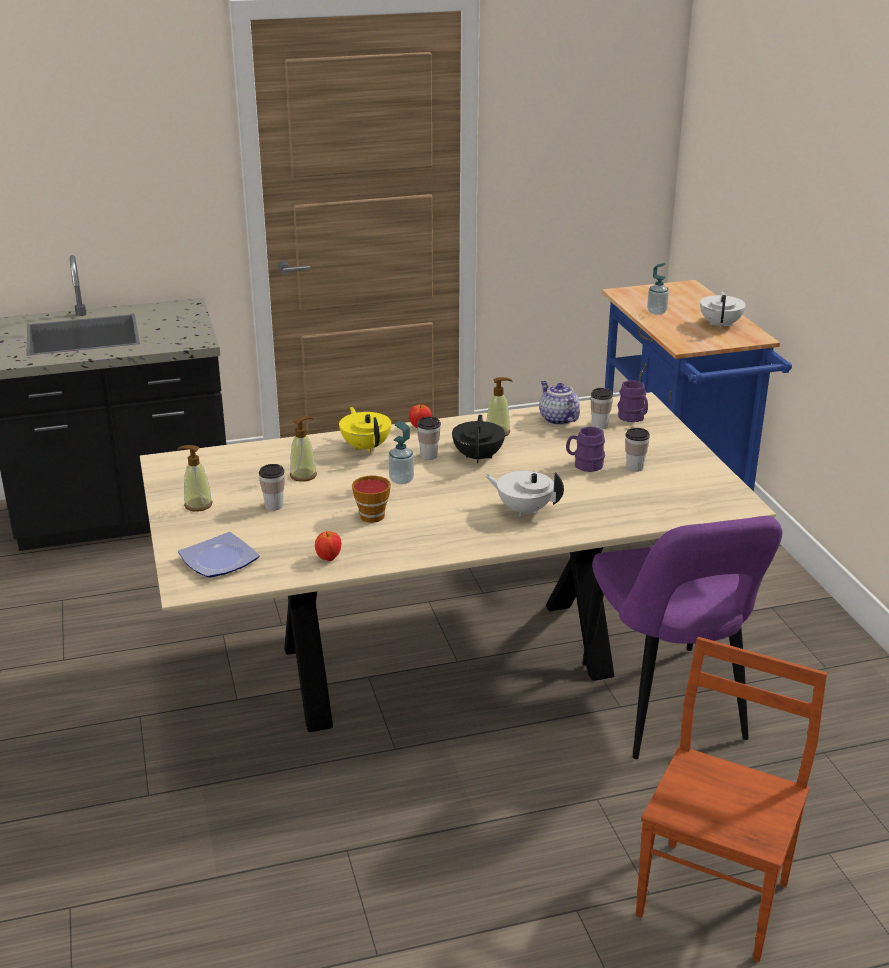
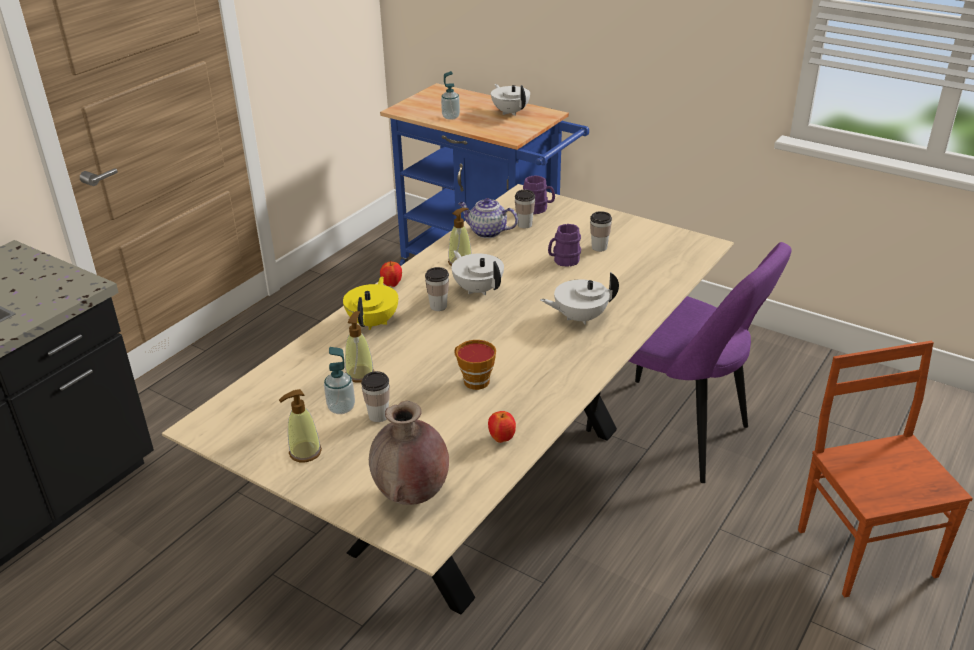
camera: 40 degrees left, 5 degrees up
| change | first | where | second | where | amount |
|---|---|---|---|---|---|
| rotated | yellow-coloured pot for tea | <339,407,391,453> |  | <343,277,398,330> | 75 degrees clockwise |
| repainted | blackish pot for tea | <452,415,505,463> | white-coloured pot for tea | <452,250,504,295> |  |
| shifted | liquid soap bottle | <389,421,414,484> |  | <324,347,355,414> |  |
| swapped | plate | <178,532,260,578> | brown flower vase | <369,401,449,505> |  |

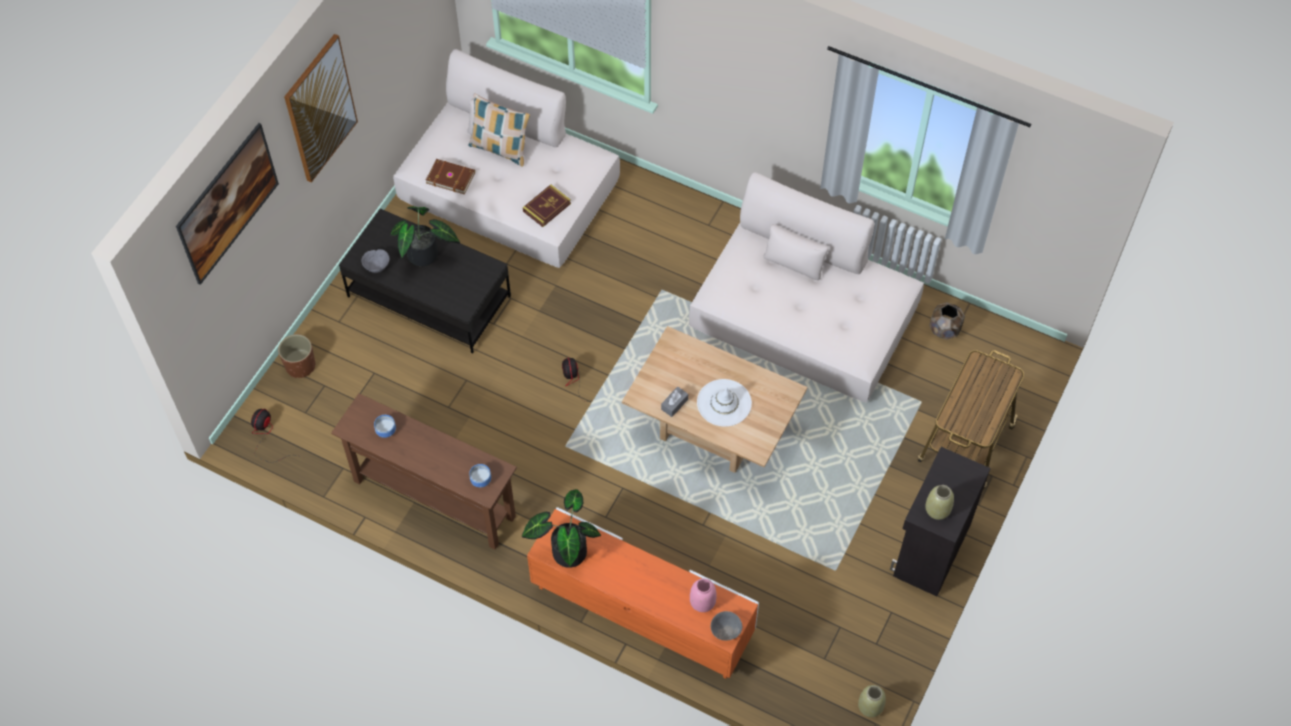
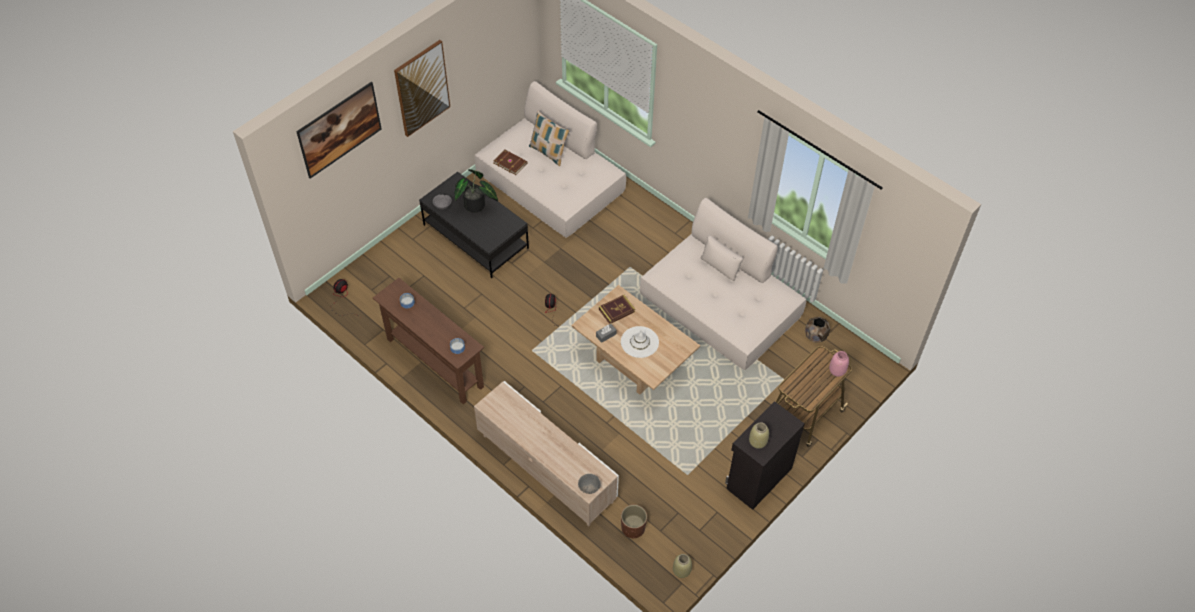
camera: 15 degrees right, 5 degrees down
| change | first | where | second | where | amount |
|---|---|---|---|---|---|
| shifted | book | <523,184,571,227> |  | <599,295,635,324> |  |
| shifted | brown flower pot | <278,334,315,378> |  | <621,505,647,538> |  |
| gone | plant in a pot | <522,489,601,568> |  |  |  |
| repainted | orange-coloured media console | <527,507,759,679> | beige-coloured media console | <474,381,619,527> |  |
| shifted | pink flower vase | <690,579,717,612> |  | <829,351,849,377> |  |

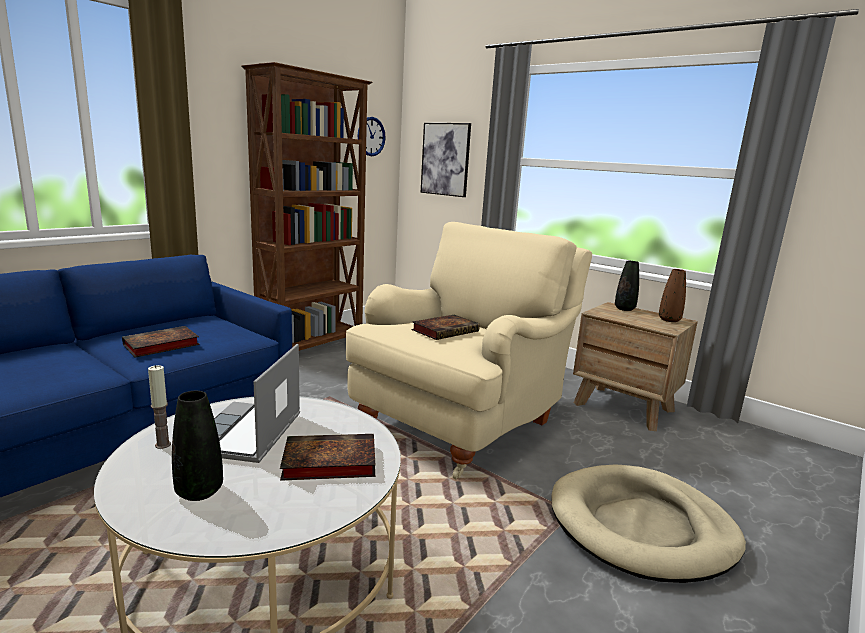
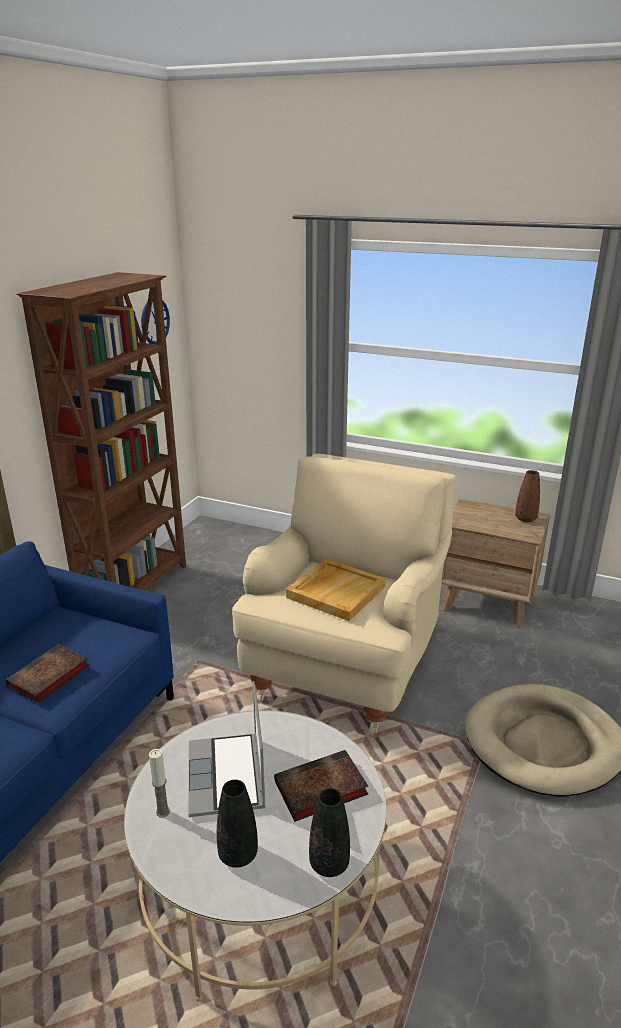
camera: 15 degrees left, 10 degrees up
| change | first | where | second | where | amount |
|---|---|---|---|---|---|
| gone | wall picture | <421,123,471,197> |  |  |  |
| shifted | blackish flower vase | <615,261,639,311> |  | <309,788,350,877> |  |
| swapped | book | <411,315,480,340> | beige-coloured tray | <286,559,386,621> |  |

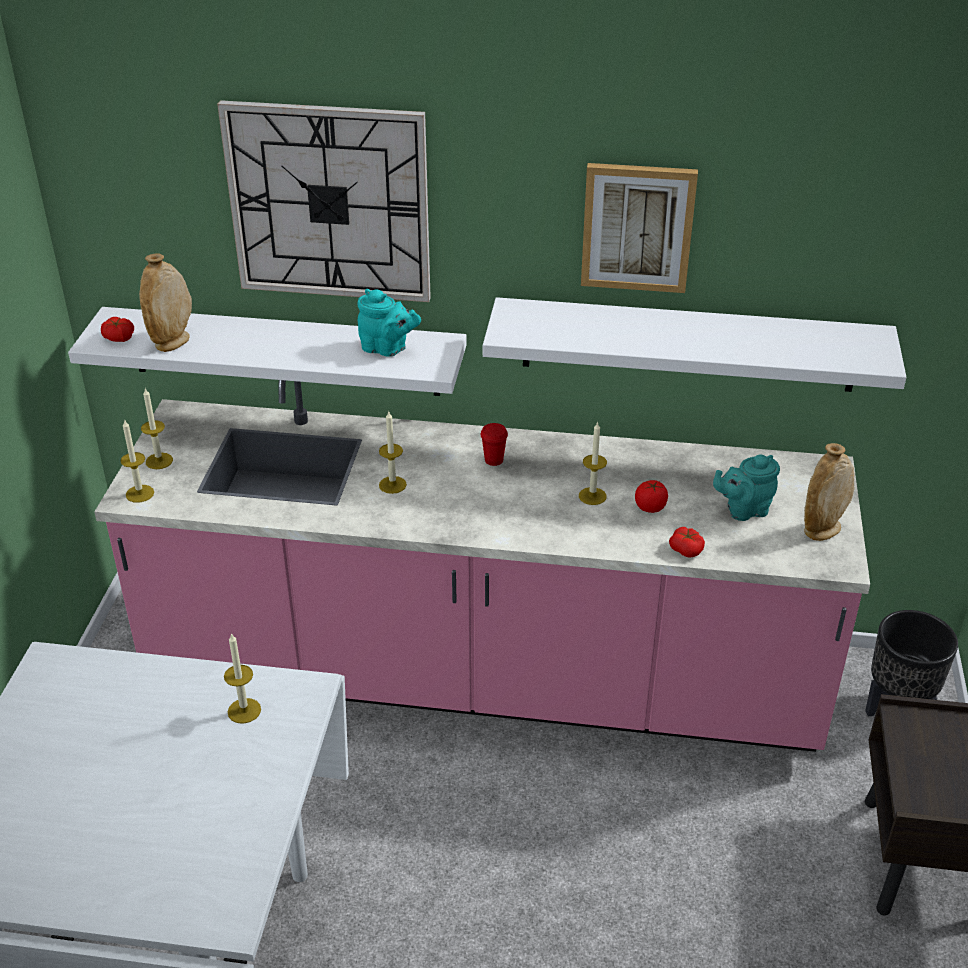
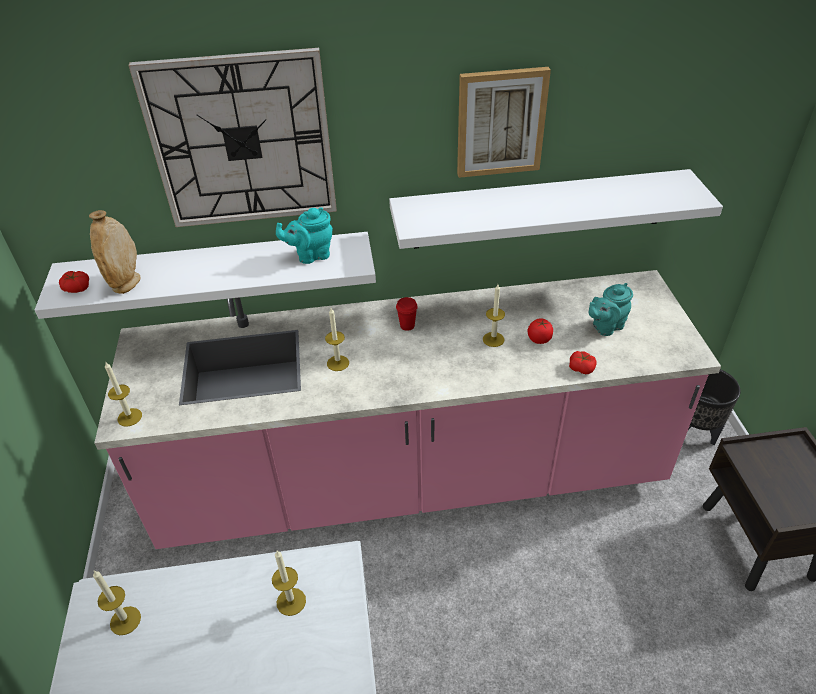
camera: 15 degrees left, 5 degrees up
| change | first | where | second | where | amount |
|---|---|---|---|---|---|
| rotated | blue-green pot for tea | <358,289,421,357> |  | <276,207,333,264> | 150 degrees clockwise |
| shifted | wax candle | <141,388,173,469> |  | <93,571,141,635> |  |
| gone | beige-coloured flower vase | <804,443,854,541> |  |  |  |

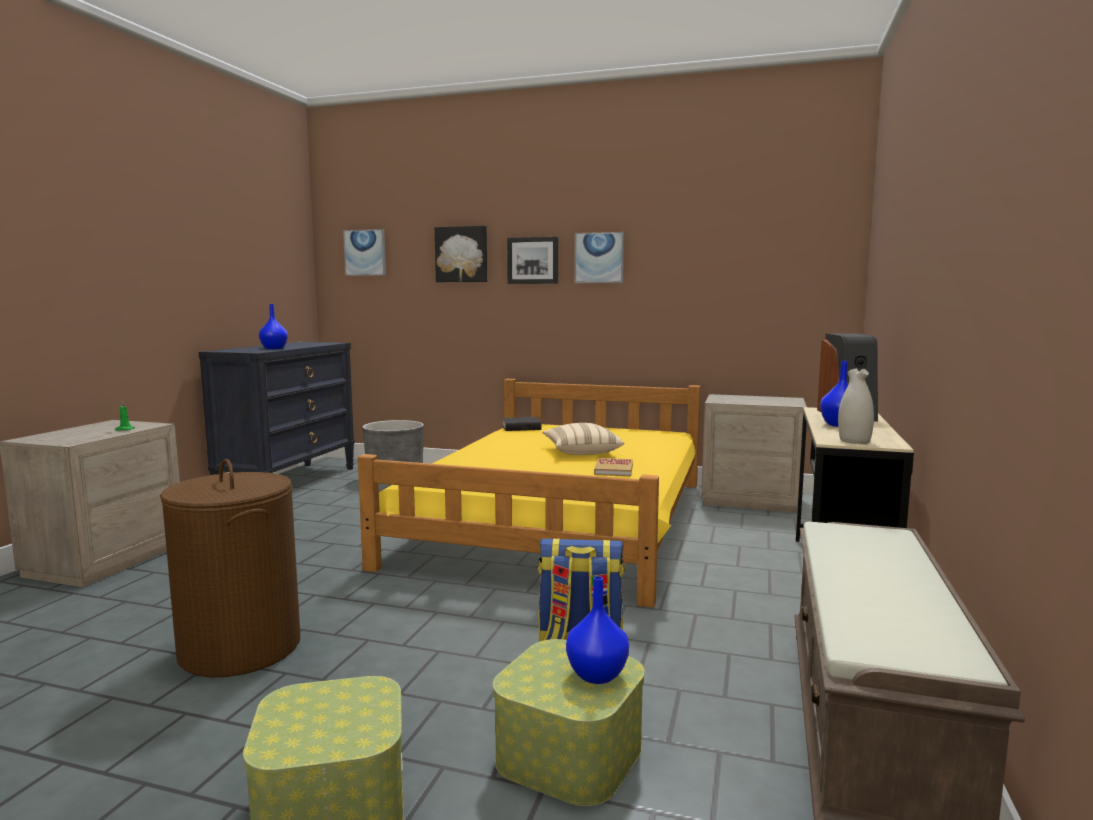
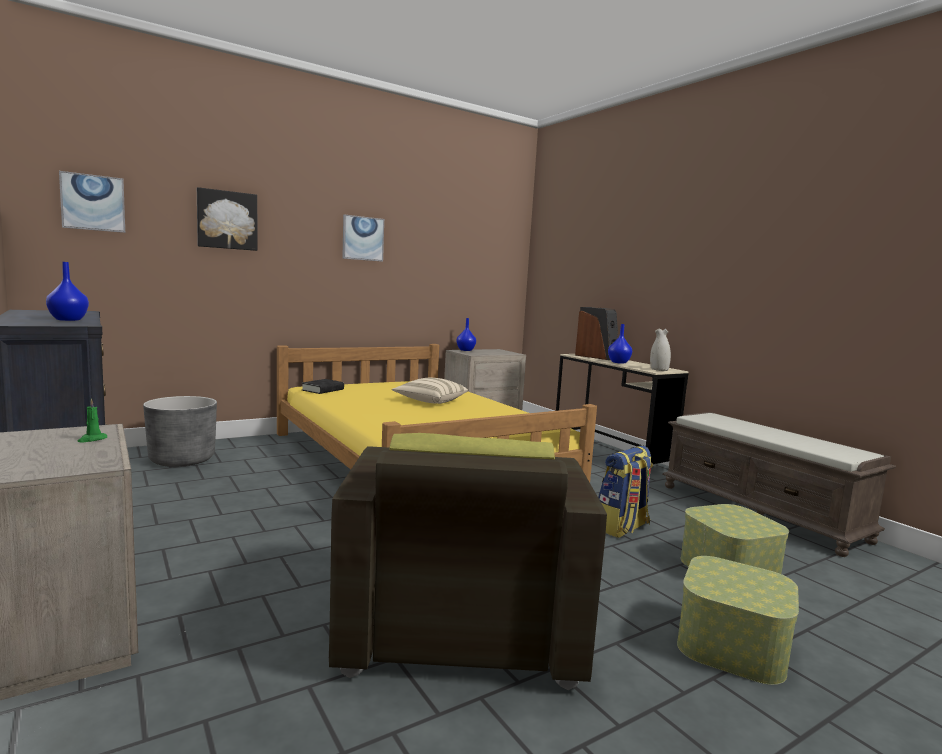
camera: 50 degrees left, 0 degrees up
| change | first | where | second | where | amount |
|---|---|---|---|---|---|
| gone | wall picture | <507,237,558,284> |  |  |  |
| gone | book | <594,458,633,476> |  |  |  |
| swapped | brown washing basket | <160,459,300,677> | brown easy chair | <329,433,607,690> |  |
| shifted | blue-coloured flower vase | <566,576,629,684> |  | <456,318,476,351> |  |

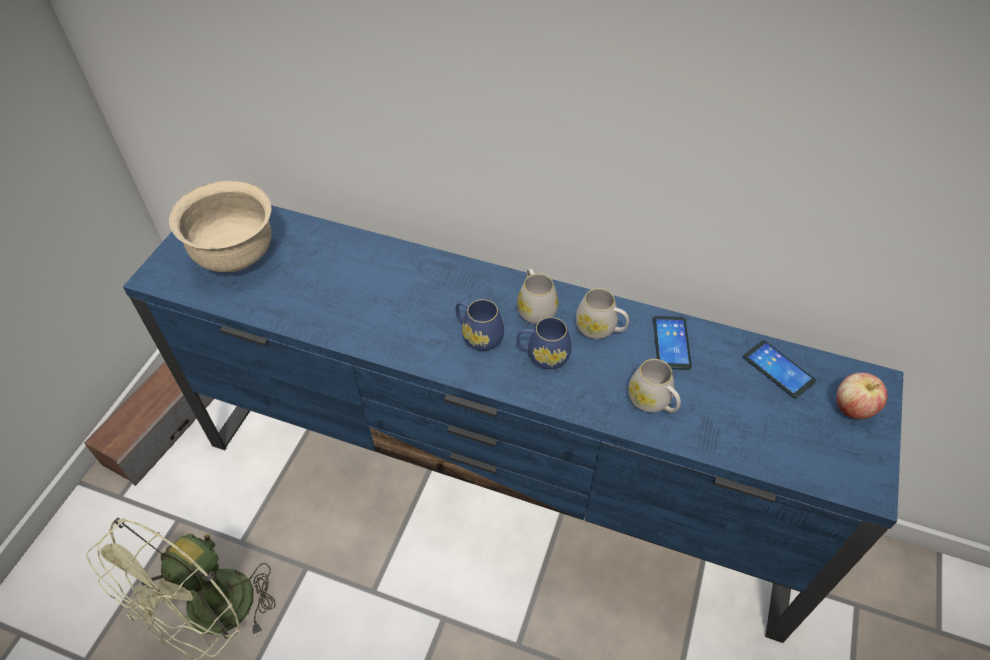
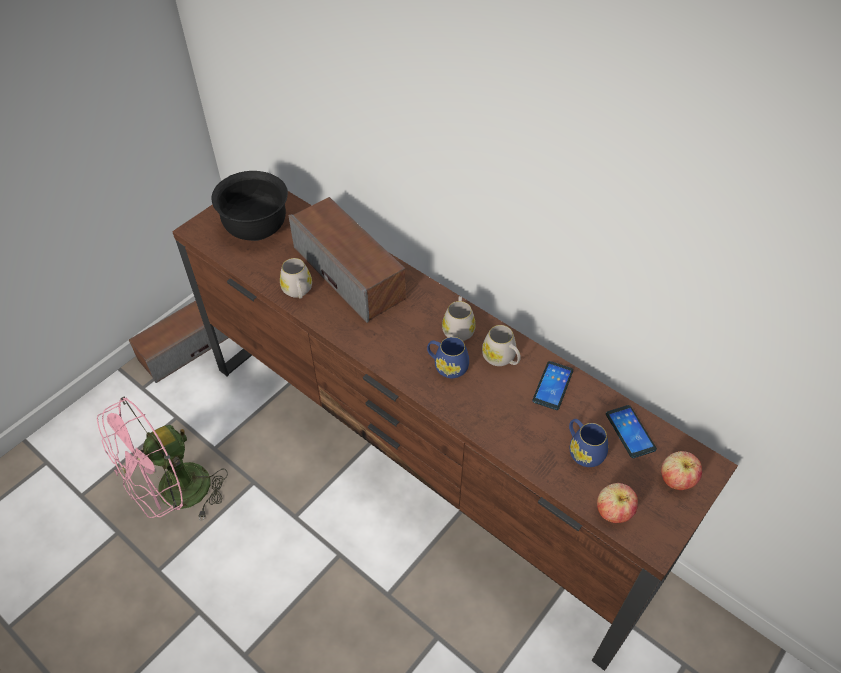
camera: 20 degrees right, 0 degrees up
| change | first | where | second | where | amount |
|---|---|---|---|---|---|
| repainted | beige-coloured bowl | <169,181,271,272> | blackish bowl | <211,171,288,241> |  |
| repainted | blue-coloured media console | <123,205,904,643> | brown media console | <172,191,738,671> |  |
| shifted | blue-coloured coffee mug | <455,299,504,351> |  | <569,419,608,467> |  |
| shifted | white-coloured coffee mug | <628,359,681,413> |  | <280,258,312,298> |  |
| repainted | greenish cooling fan | <86,517,276,660> | pink cooling fan | <97,396,228,521> |  |
| new |  |  | audio speaker | <289,197,406,323> |  |
| new |  |  | apple fruit | <597,483,638,523> |  |

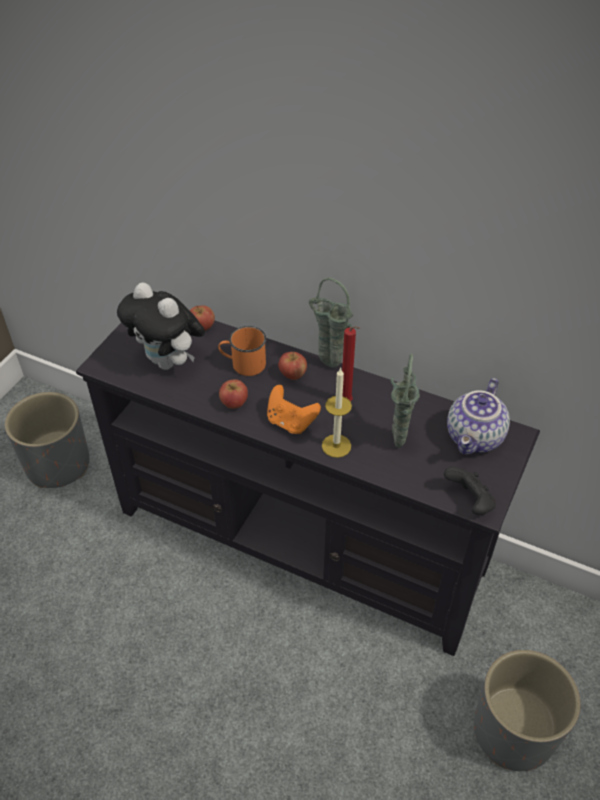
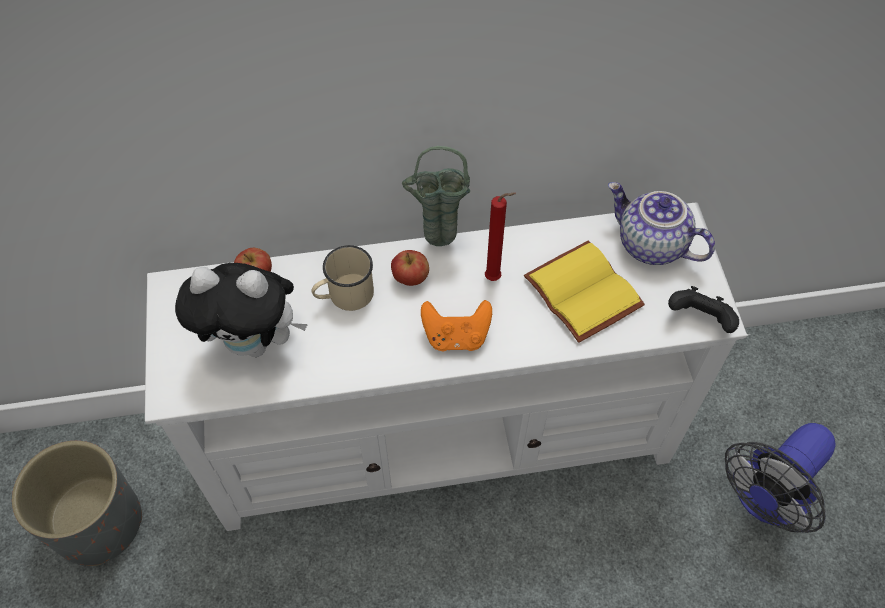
camera: 35 degrees left, 10 degrees up
| change | first | where | second | where | amount |
|---|---|---|---|---|---|
| repainted | blackish media console | <76,320,540,656> | white-coloured media console | <145,202,749,531> |  |
| repainted | orange-coloured coffee mug | <218,326,266,376> | beige-coloured coffee mug | <311,245,374,311> |  |
| swapped | greenish flower vase | <391,353,420,448> | yellow-coloured book | <524,241,645,343> |  |
| gone | wax candle | <322,367,352,458> |  |  |  |
| rotated | pot for tea | <447,378,510,455> |  | <608,182,715,265> | 135 degrees clockwise |
| gone | apple fruit | <219,379,248,409> |  |  |  |
| swapped | greyish flower pot | <474,650,580,771> | cooling fan | <725,423,836,533> |  |

